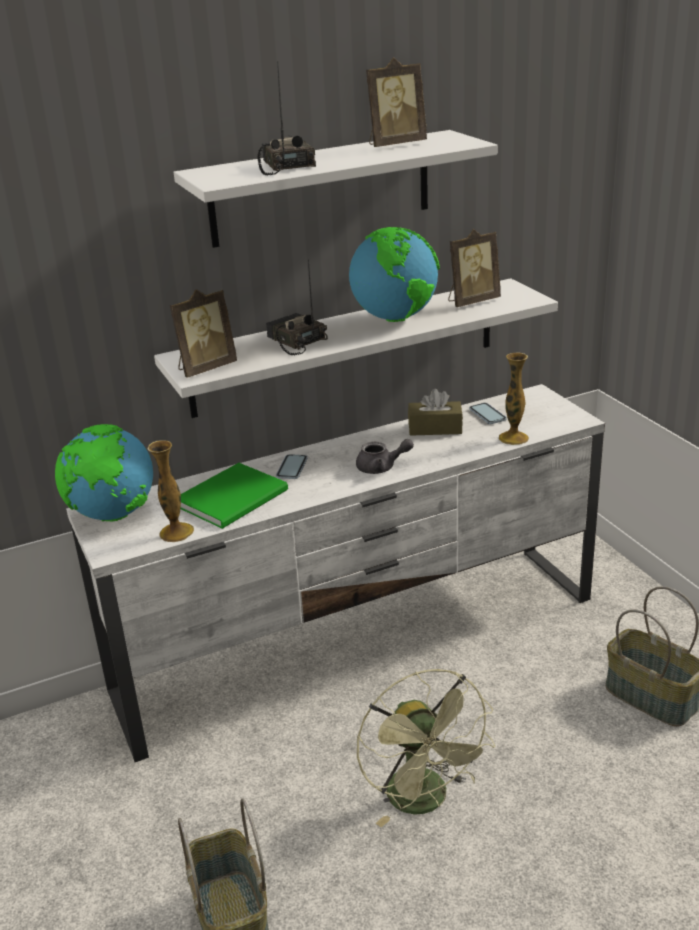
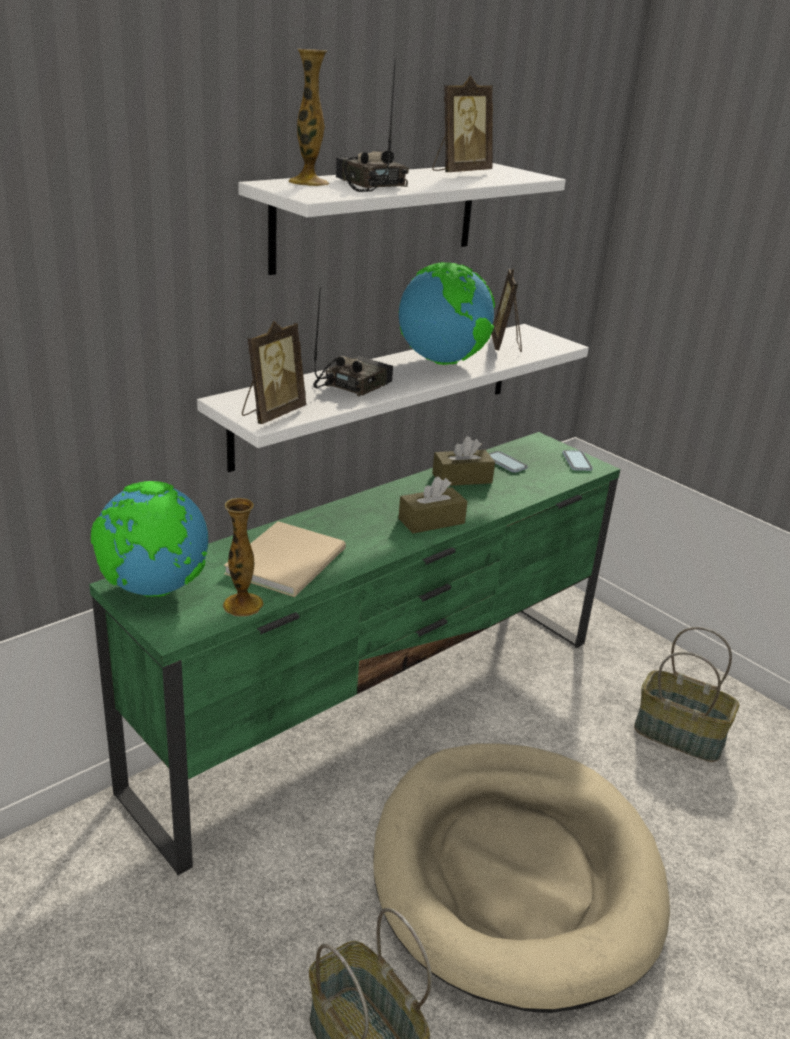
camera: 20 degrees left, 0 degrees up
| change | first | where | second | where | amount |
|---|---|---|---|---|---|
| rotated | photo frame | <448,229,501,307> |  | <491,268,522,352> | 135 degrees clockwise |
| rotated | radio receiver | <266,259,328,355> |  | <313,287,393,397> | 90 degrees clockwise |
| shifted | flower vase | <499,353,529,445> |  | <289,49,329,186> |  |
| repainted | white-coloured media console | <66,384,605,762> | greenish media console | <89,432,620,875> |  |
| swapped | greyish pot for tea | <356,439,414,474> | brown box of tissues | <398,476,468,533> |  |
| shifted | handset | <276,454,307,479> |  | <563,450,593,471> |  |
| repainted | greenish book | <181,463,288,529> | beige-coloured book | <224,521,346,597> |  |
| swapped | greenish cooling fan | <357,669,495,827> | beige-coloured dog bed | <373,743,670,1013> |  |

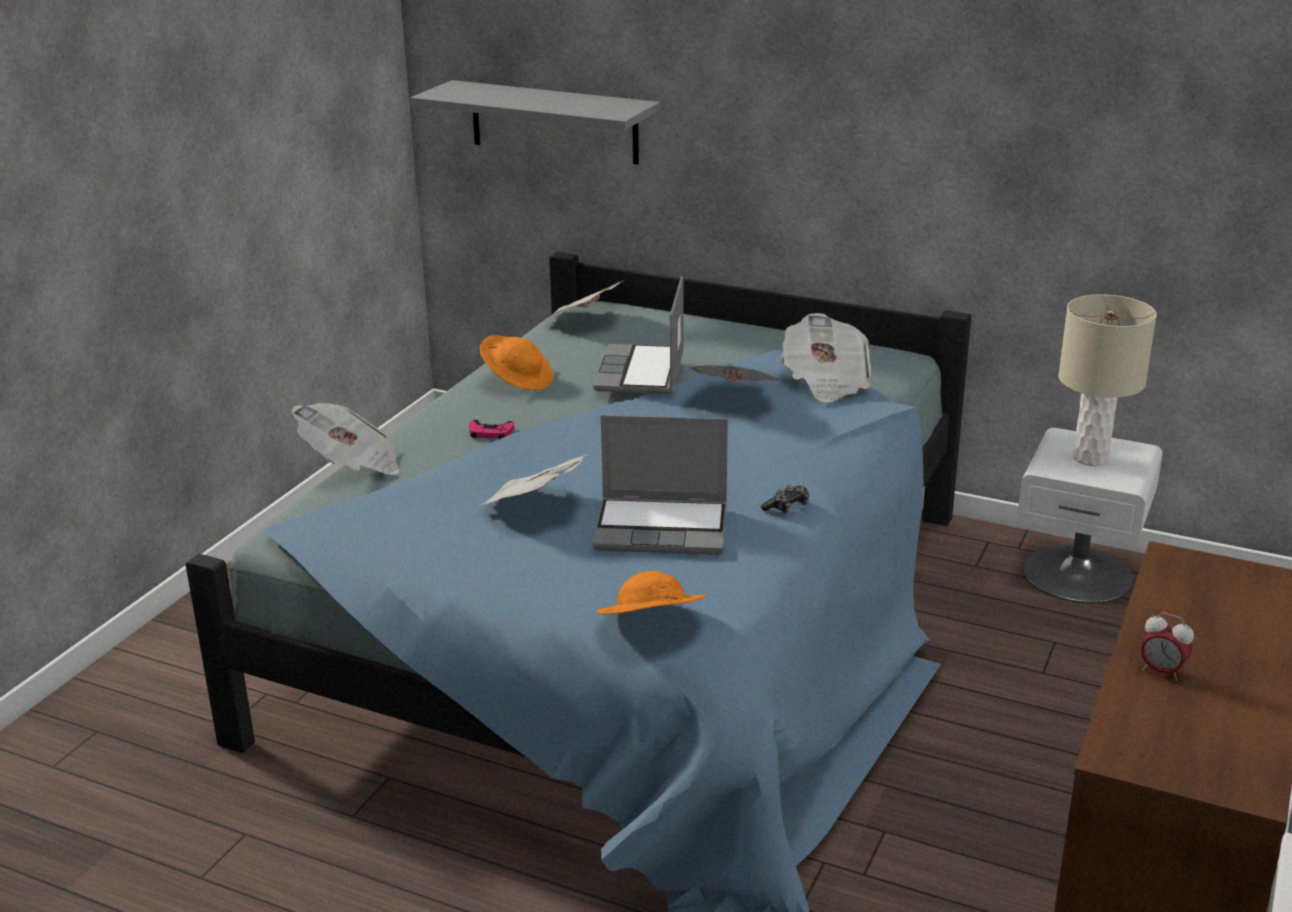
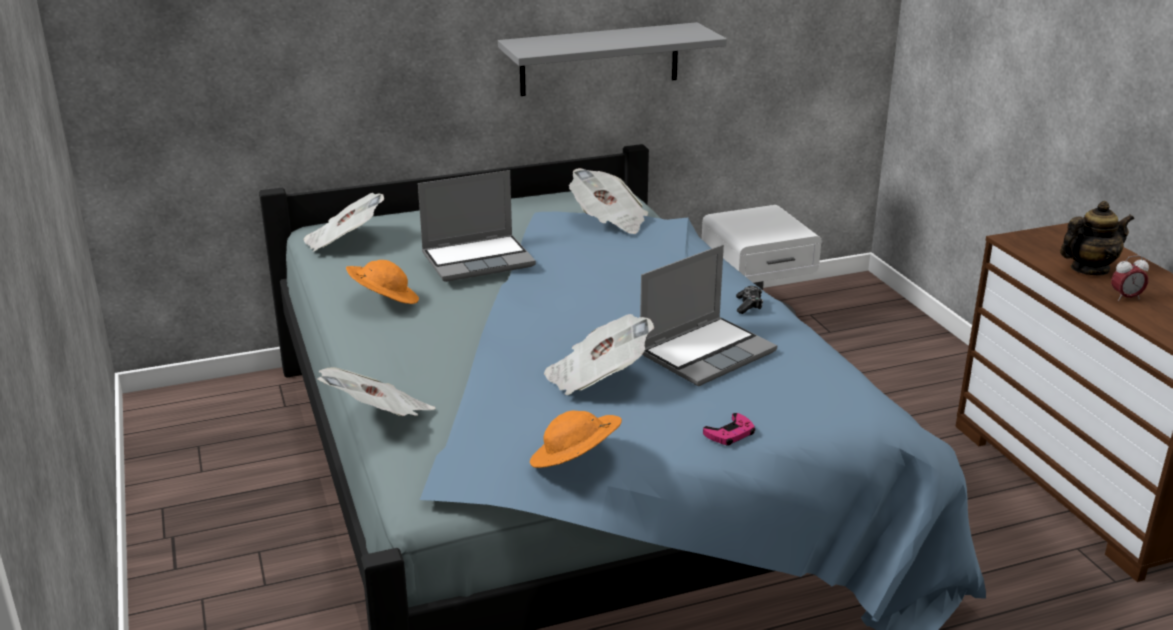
camera: 45 degrees left, 0 degrees up
| change | first | where | second | where | amount |
|---|---|---|---|---|---|
| shifted | greyish wall shelf | <410,80,660,164> |  | <498,22,727,96> |  |
| rotated | portable computer | <593,276,684,394> |  | <418,170,536,282> | 75 degrees counterclockwise |
| gone | beige-coloured table lamp | <1058,294,1157,466> |  |  |  |
| gone | newspaper | <687,365,779,383> |  |  |  |
| shifted | pink gamepad | <469,419,514,439> |  | <703,413,755,446> |  |
| shifted | orange-coloured wearable hat | <596,571,706,614> |  | <530,411,622,468> |  |
| new |  |  | pot for tea | <1060,201,1134,276> |  |

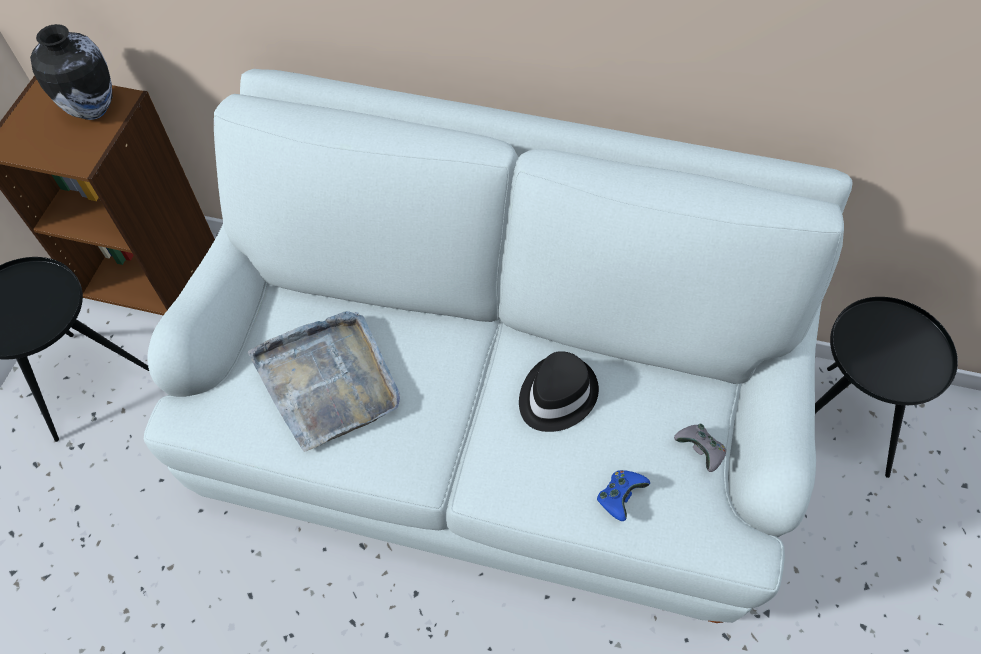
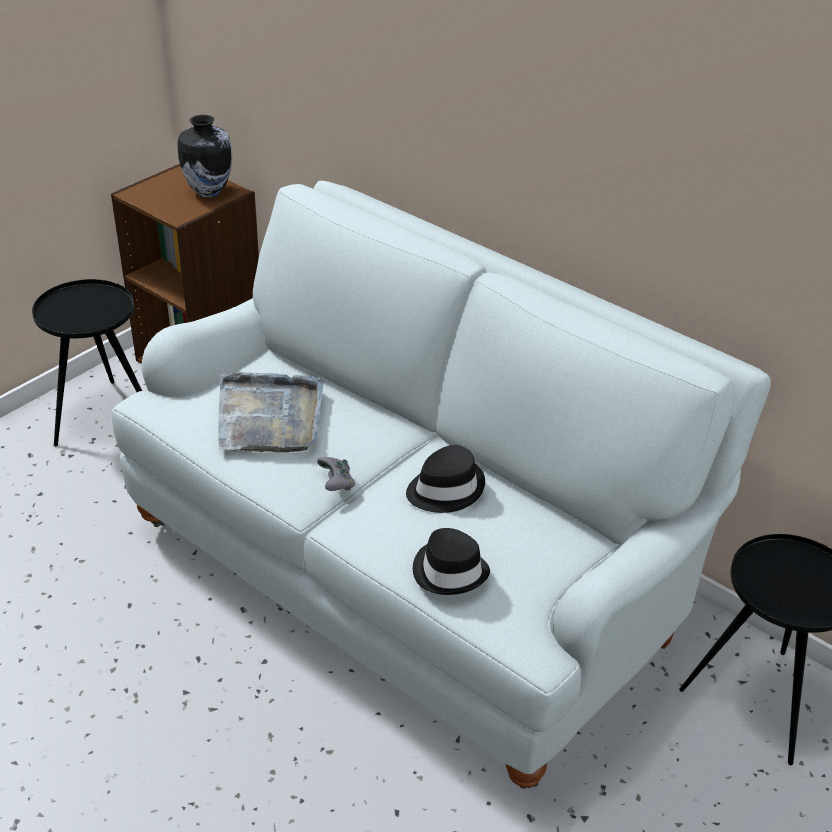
camera: 25 degrees right, 20 degrees down
| change | first | where | second | where | amount |
|---|---|---|---|---|---|
| shifted | greyish gamepad | <674,424,726,472> |  | <317,457,355,491> |  |
| swapped | blue-coloured gamepad | <597,470,650,521> | blackish wearable hat | <413,528,490,595> |  |

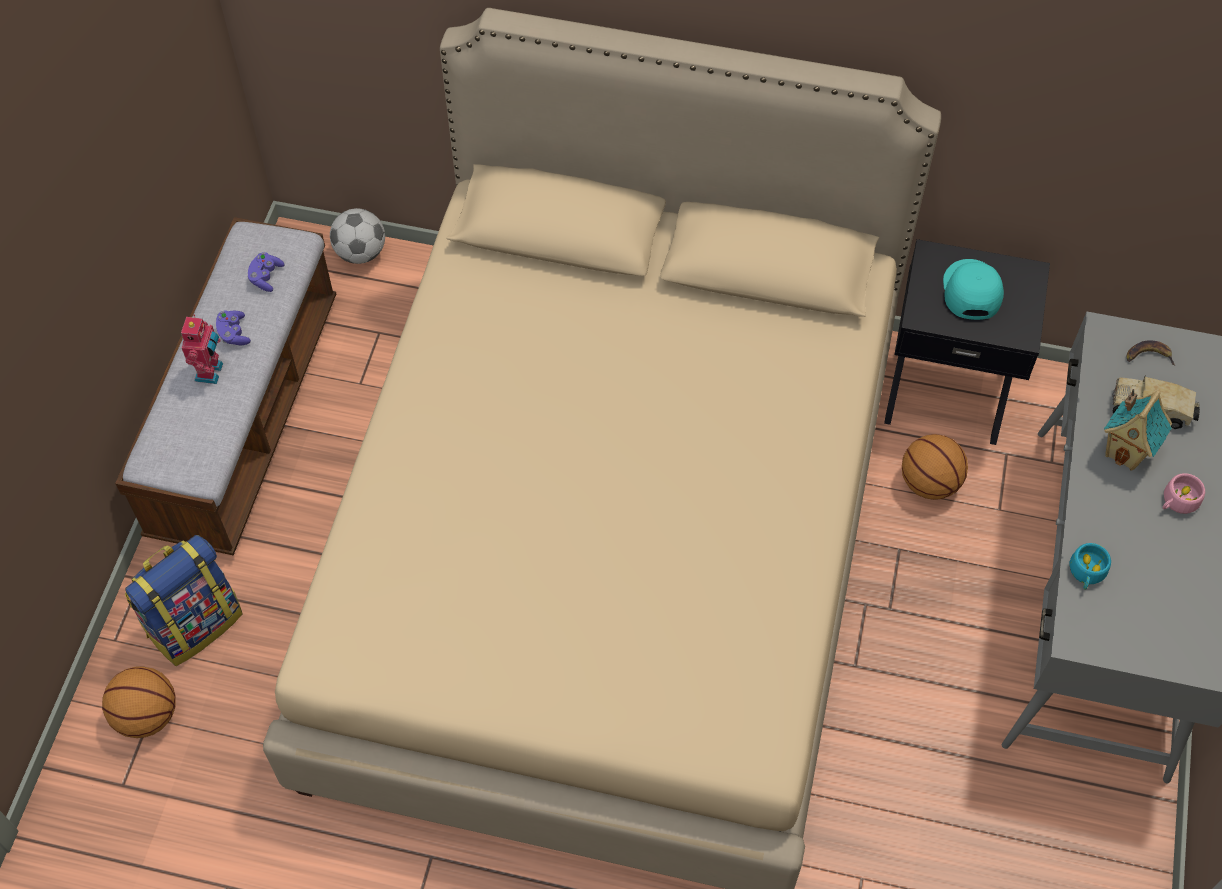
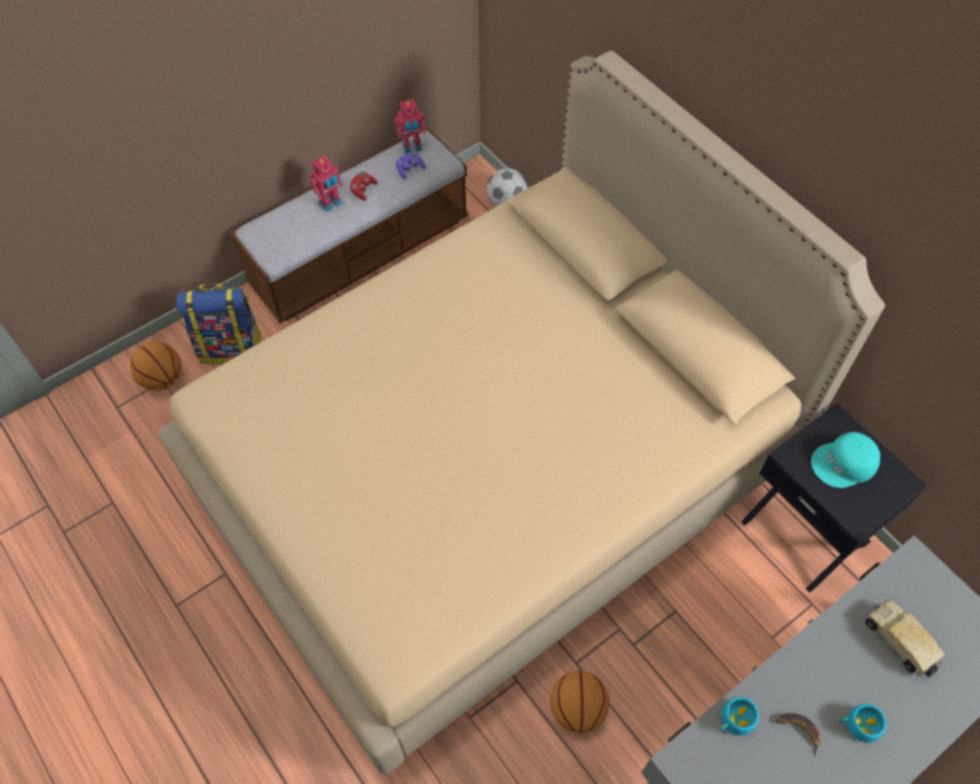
camera: 40 degrees right, 0 degrees up
| change | first | where | second | where | amount |
|---|---|---|---|---|---|
| rotated | blue-green cap | <943,259,1004,320> |  | <811,432,880,488> | 150 degrees counterclockwise |
| repainted | purple-coloured gamepad | <216,310,251,345> | red-coloured gamepad | <349,172,378,200> |  |
| shifted | whole banana | <1127,340,1175,365> |  | <776,713,822,756> |  |
| gone | model house | <1104,389,1172,470> |  |  |  |
| shifted | basketball ball | <902,434,968,500> |  | <550,670,610,733> |  |
| repainted | pink cup | <1163,473,1205,514> | blue-green cup | <839,704,887,743> |  |
| new |  |  | toy robot | <395,99,425,154> |  |

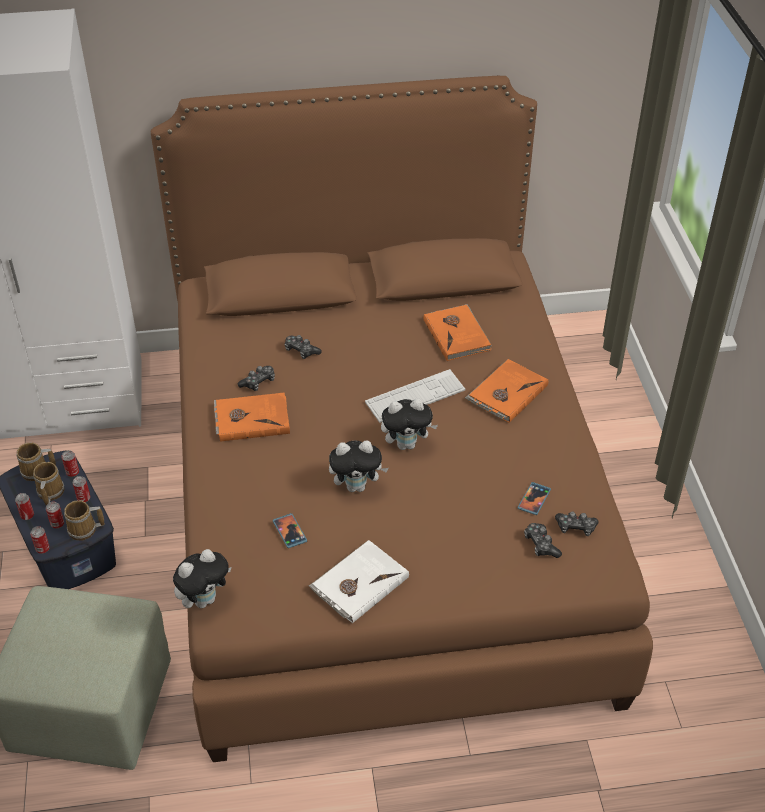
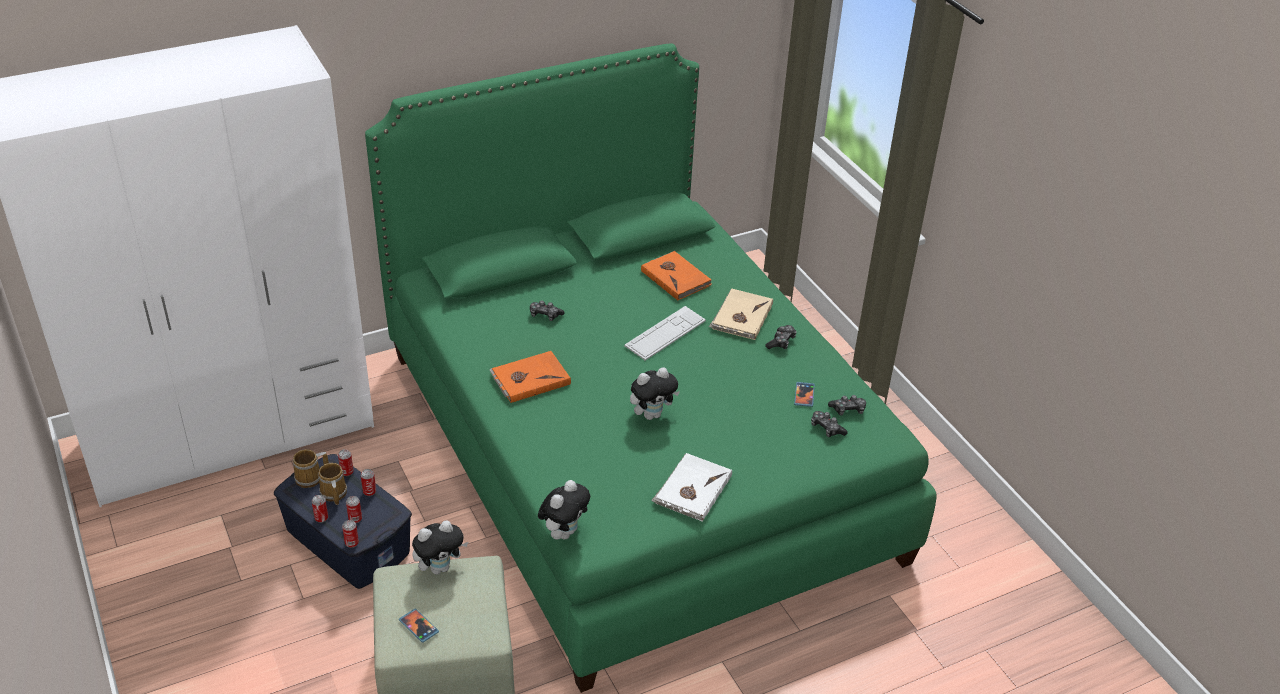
camera: 20 degrees left, 5 degrees down
| change | first | where | second | where | amount |
|---|---|---|---|---|---|
| repainted | brown sleeping bed | <151,76,653,762> | greenish sleeping bed | <365,43,937,693> |  |
| repainted | orange-coloured book | <465,359,548,423> | beige-coloured book | <709,289,773,340> |  |
| shifted | gamepad | <238,366,275,391> |  | <765,325,797,349> |  |
| shifted | cuddly toy | <381,398,438,450> |  | <412,520,468,574> |  |
| gone | coffee mug | <64,500,105,541> |  |  |  |
| shifted | handset | <273,513,307,548> |  | <399,609,439,643> |  |

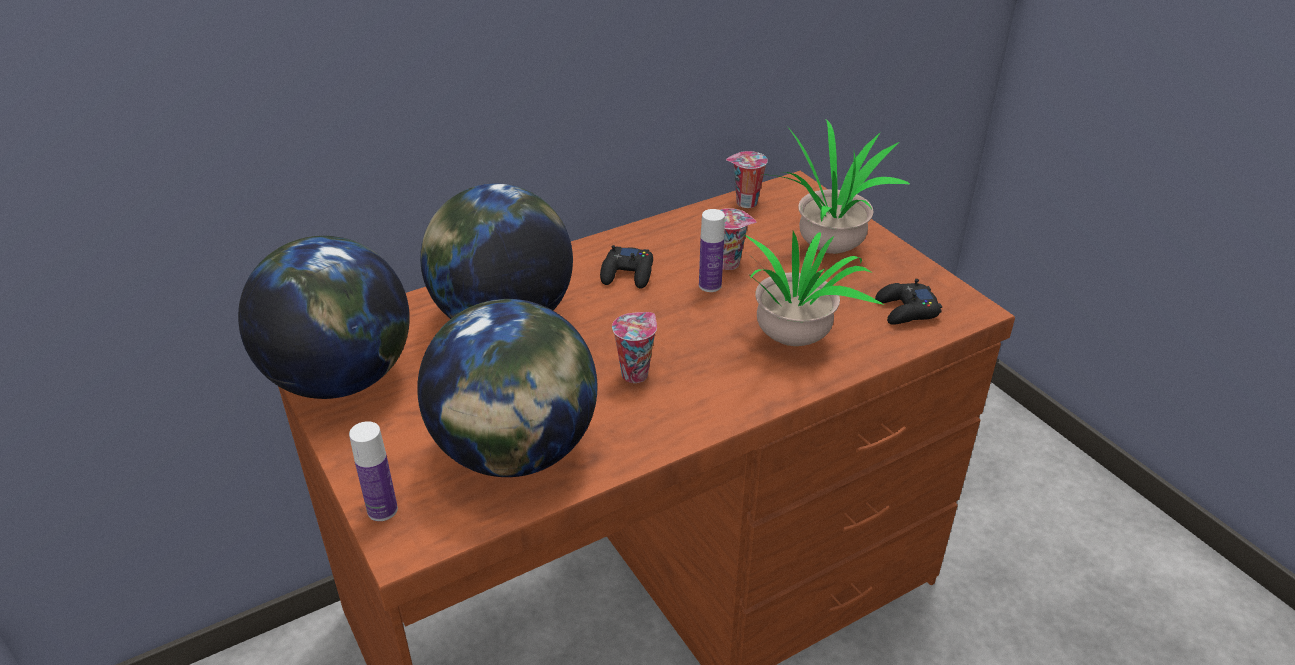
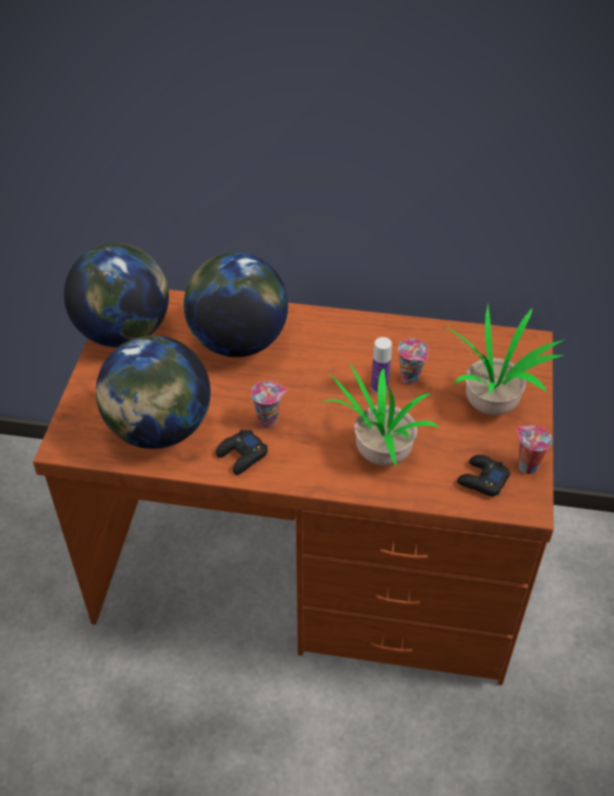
camera: 40 degrees right, 10 degrees up
| change | first | where | second | where | amount |
|---|---|---|---|---|---|
| shifted | cup | <726,151,768,208> |  | <517,426,552,474> |  |
| shifted | blackish gamepad | <600,245,653,289> |  | <216,429,268,475> |  |
| gone | bottle | <349,421,398,521> |  |  |  |

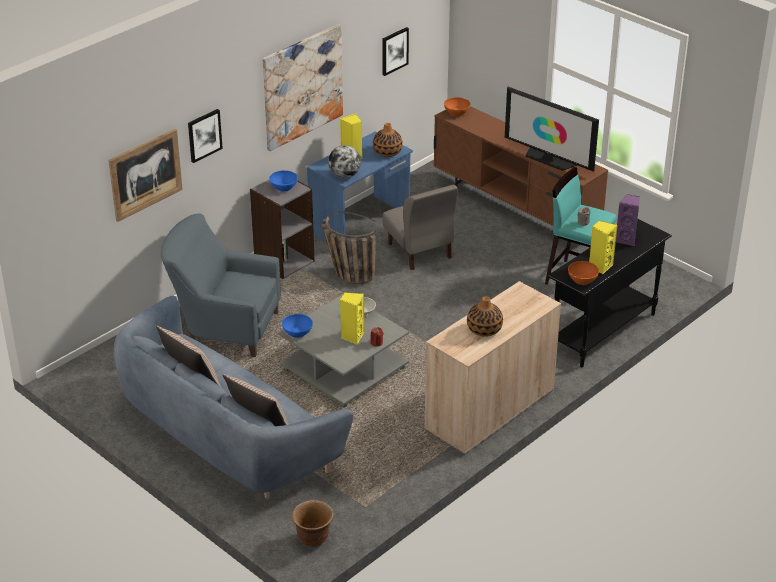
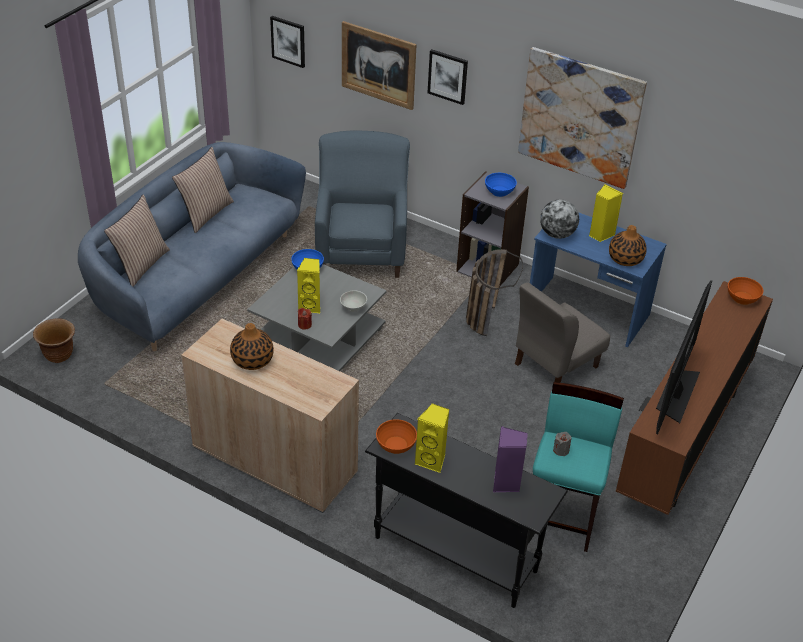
camera: 75 degrees right, 5 degrees up
| change | first | where | second | where | amount |
|---|---|---|---|---|---|
| shifted | wall picture | <382,27,409,76> |  | <270,16,305,68> |  |

